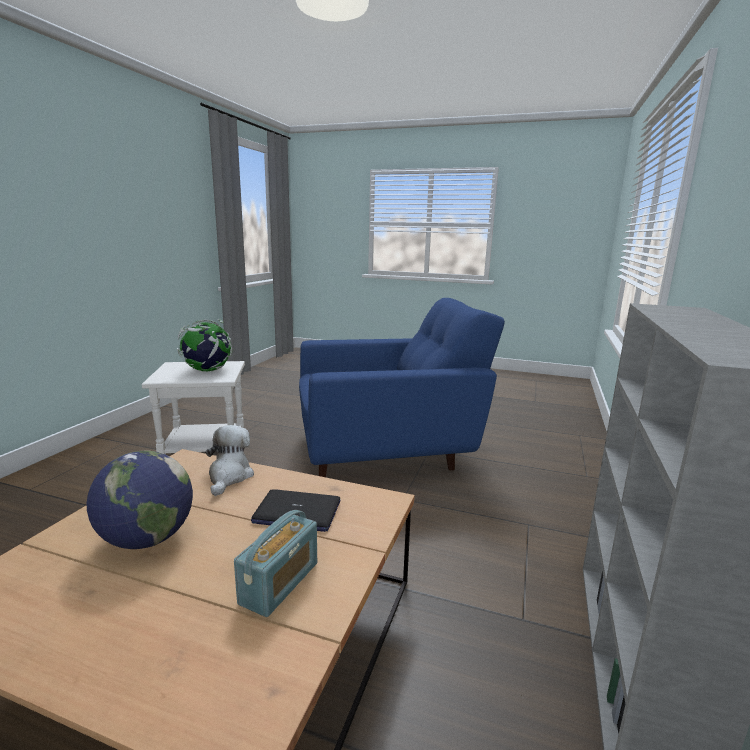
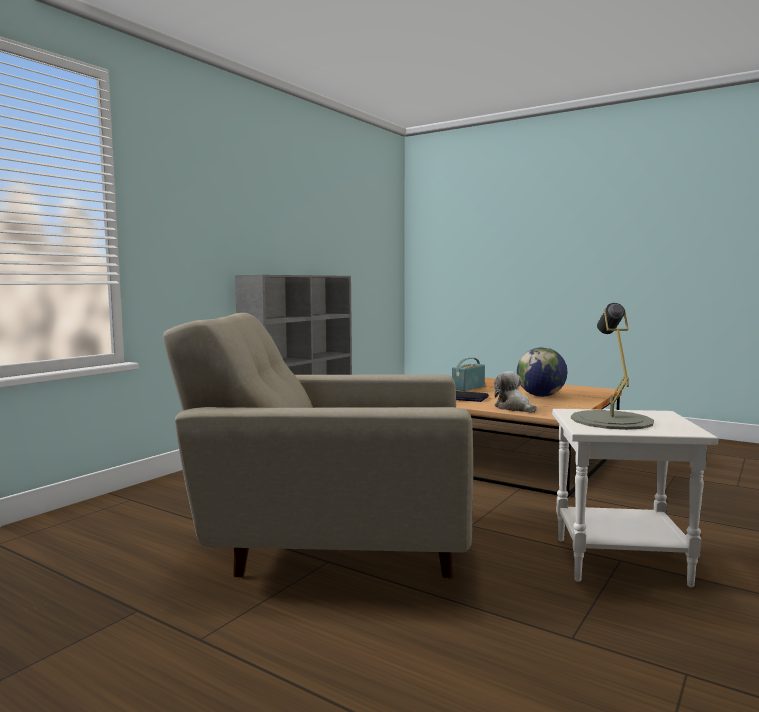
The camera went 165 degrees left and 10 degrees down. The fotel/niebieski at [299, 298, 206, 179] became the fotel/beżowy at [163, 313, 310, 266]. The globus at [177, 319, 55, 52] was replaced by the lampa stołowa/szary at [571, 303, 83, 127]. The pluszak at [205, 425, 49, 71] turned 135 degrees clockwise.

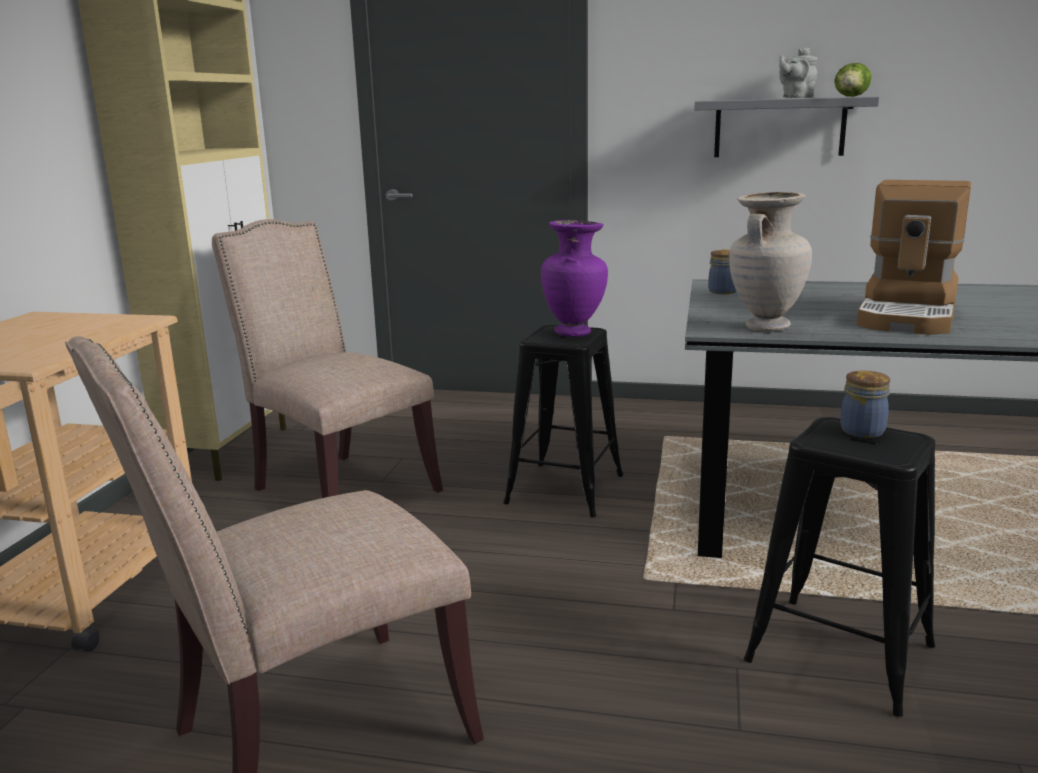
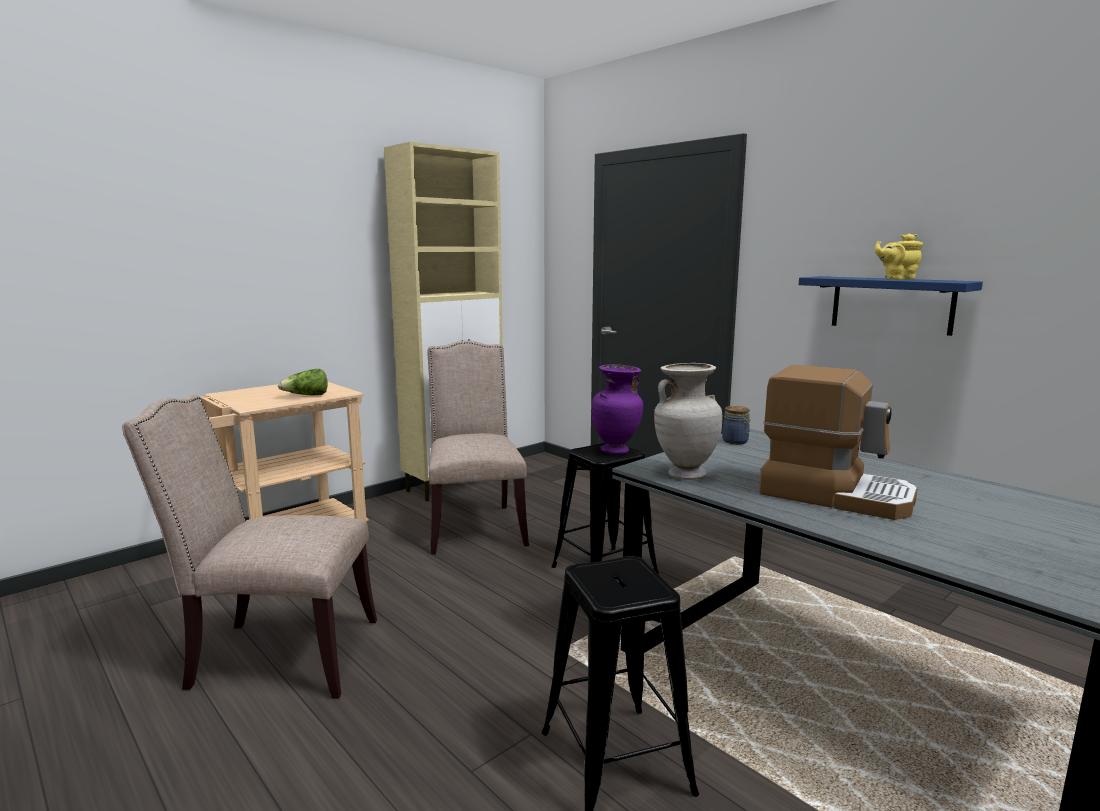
The camera went 35 degrees right and 5 degrees down. The imbryk/szary at [779, 47, 38, 51] became the imbryk/żółty at [874, 233, 49, 47]. The sałata moved from [834, 63, 38, 34] to [278, 369, 50, 26]. The półka/szary at [694, 97, 185, 60] became the półka/niebieski at [799, 276, 184, 60]. The ekspres do kawy at [857, 180, 114, 155] turned 120 degrees counterclockwise. The słoik at [840, 371, 50, 67] disappeared.

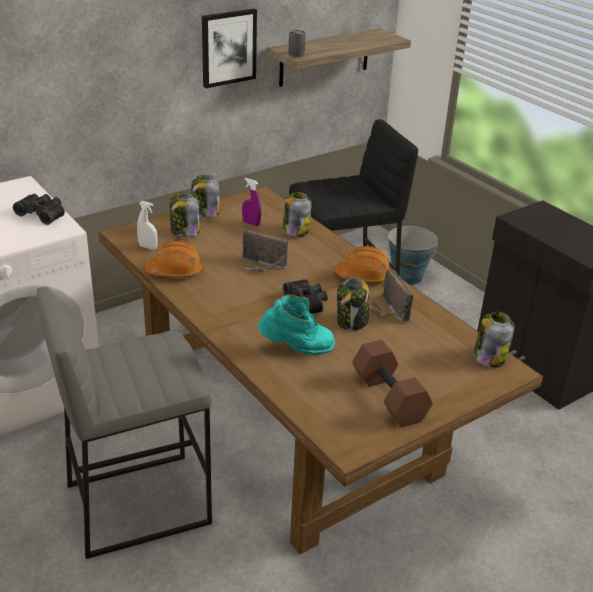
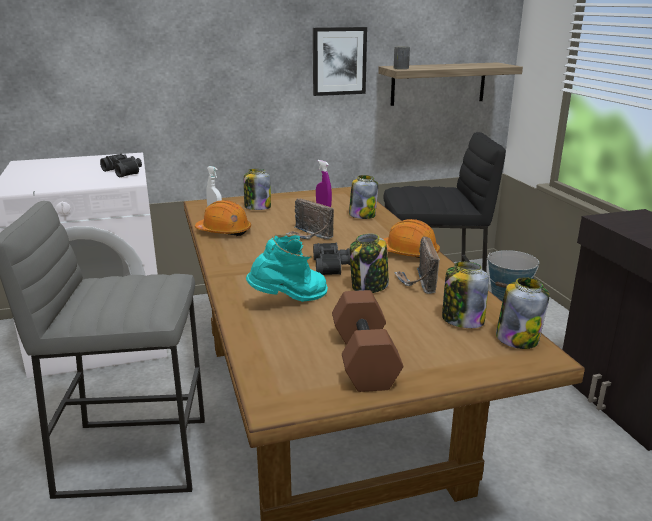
The camera went 20 degrees right and 10 degrees down. The słoik moved from [191, 175, 28, 43] to [442, 261, 47, 67]. The but z cholewką/turkusowy at [258, 294, 77, 61] turned 45 degrees counterclockwise.

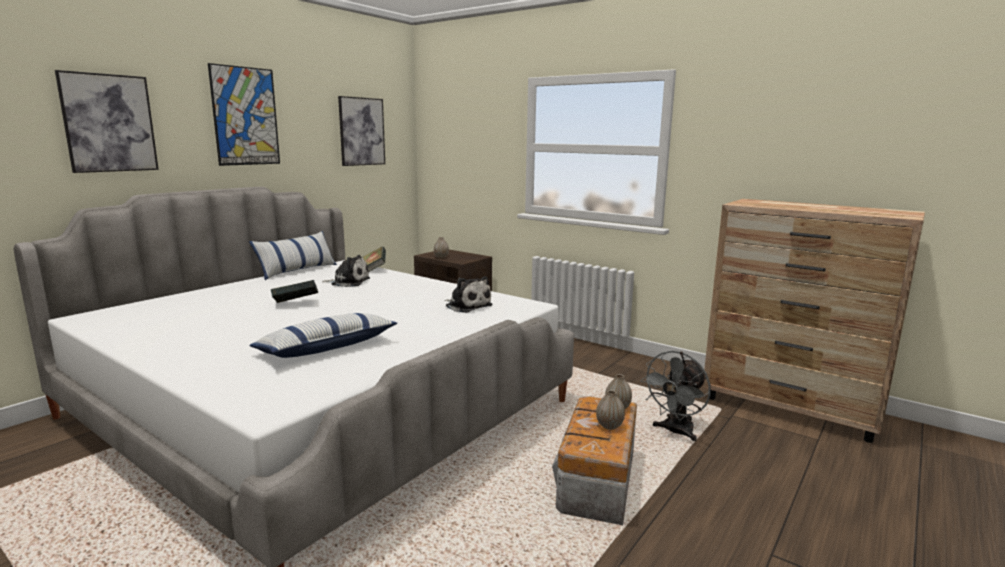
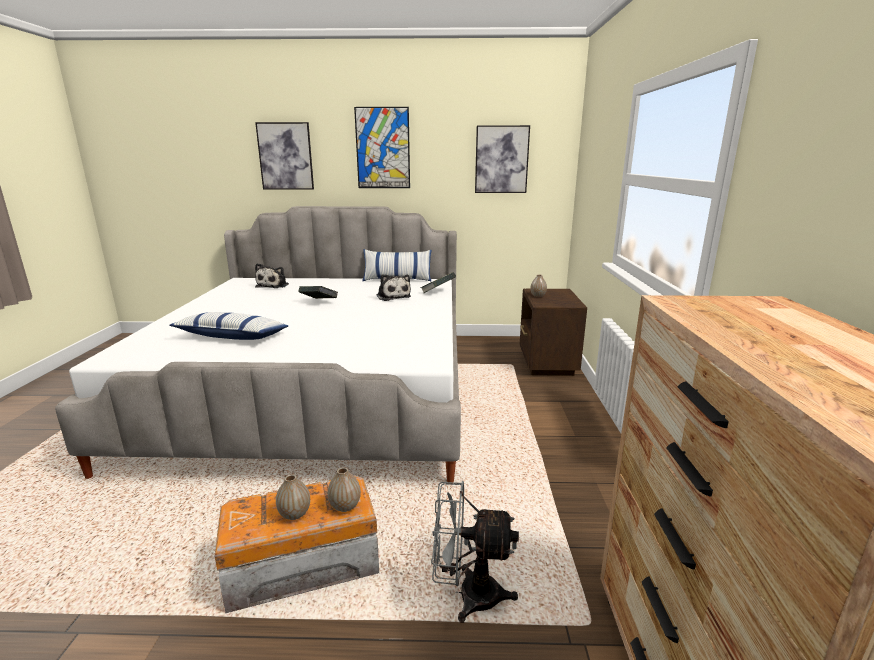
The camera went 55 degrees right and 5 degrees up. The pluszak moved from [445, 276, 48, 37] to [255, 263, 34, 25].

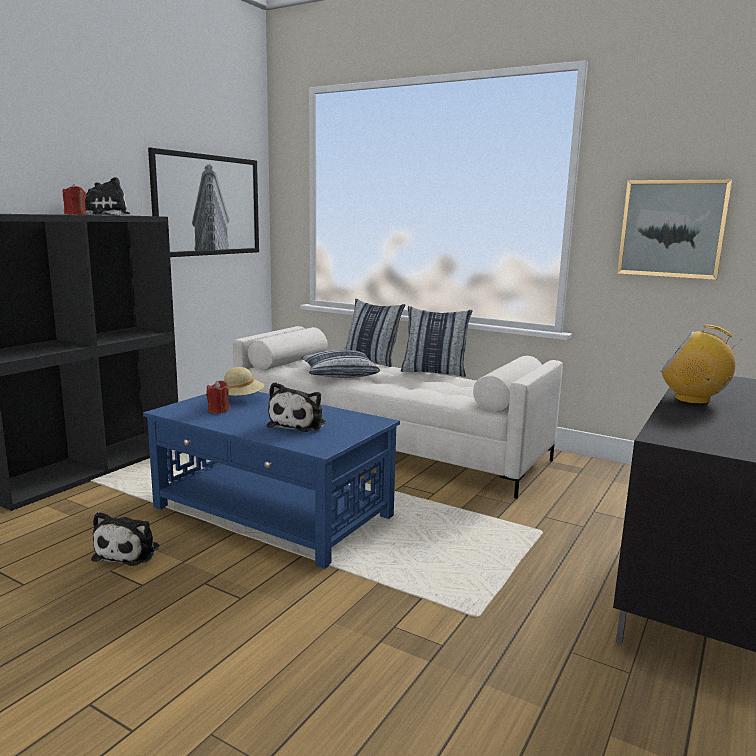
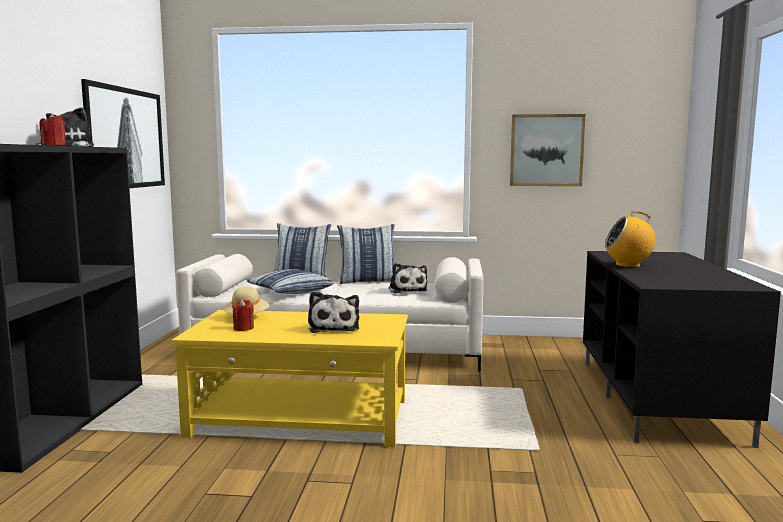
The camera went 25 degrees left and 5 degrees down. The ława/niebieski at [143, 392, 257, 177] became the ława/żółty at [172, 310, 236, 137]. The pluszak moved from [91, 512, 68, 54] to [389, 263, 38, 30].

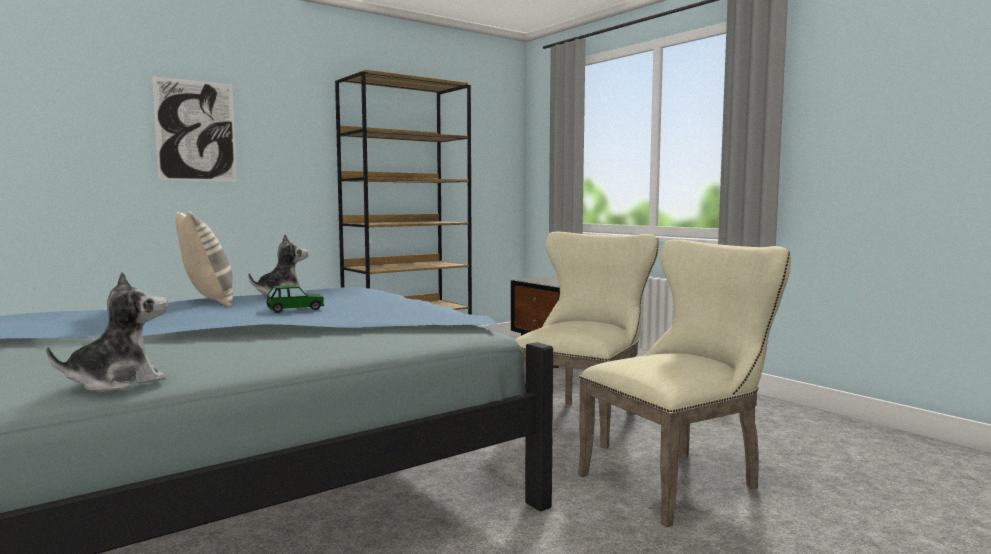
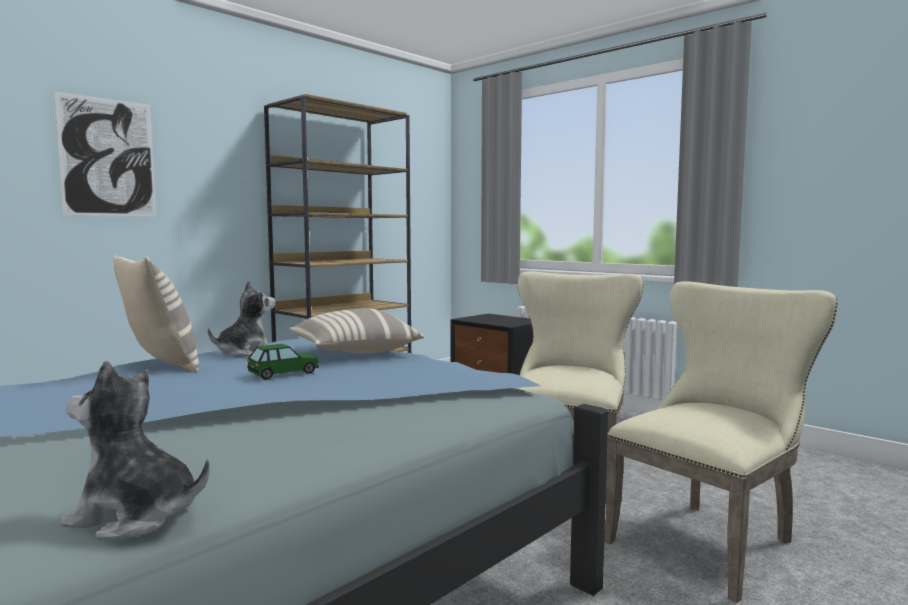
The camera went 10 degrees left and 0 degrees up. The pluszak at [46, 272, 122, 120] turned 120 degrees counterclockwise. The poduszka at [289, 308, 135, 46] appeared.

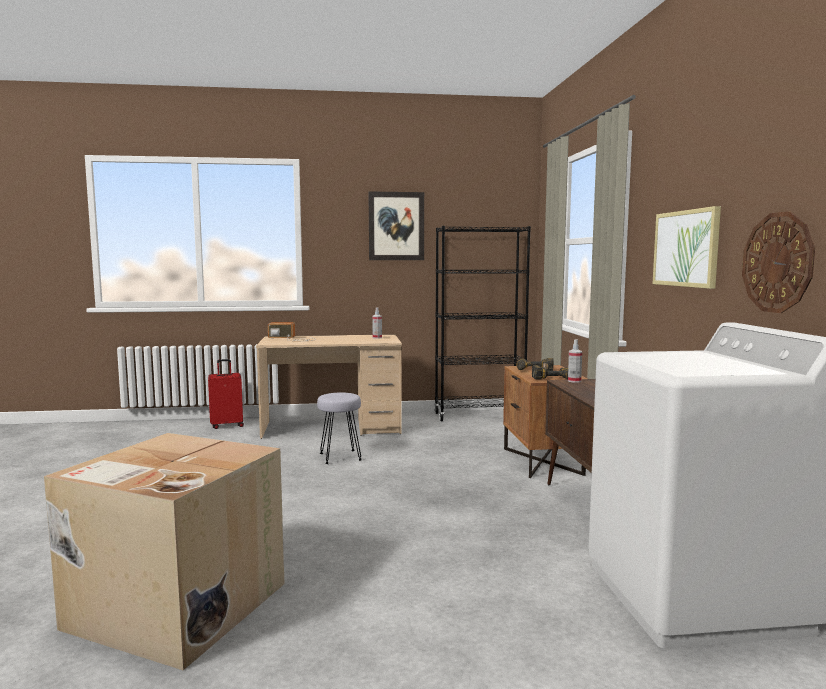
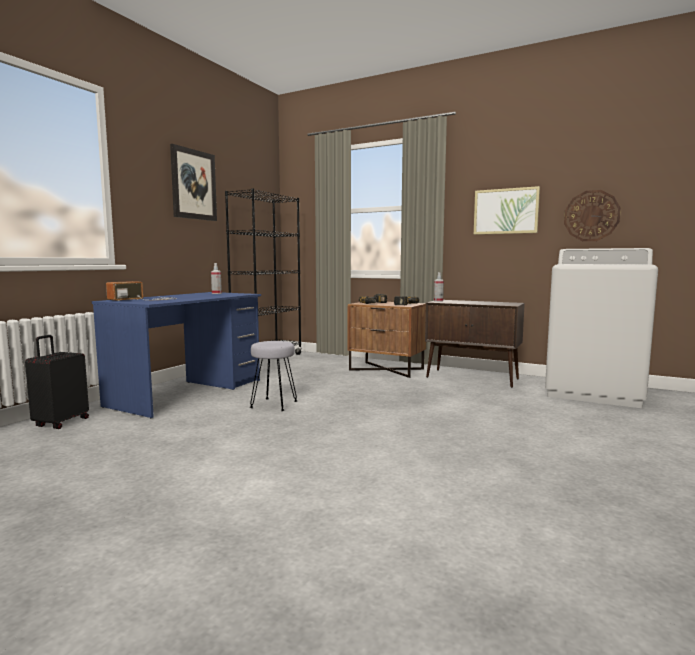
The camera went 55 degrees left and 0 degrees up. The biurko/beżowy at [256, 334, 146, 105] became the biurko/niebieski at [92, 292, 169, 127]. The walizka/czerwony at [208, 359, 36, 70] became the walizka/czarny at [25, 335, 64, 94]. The karton at [44, 433, 240, 237] disappeared.

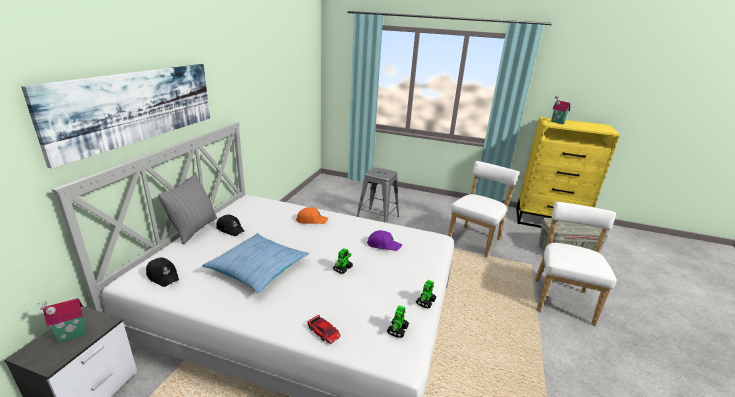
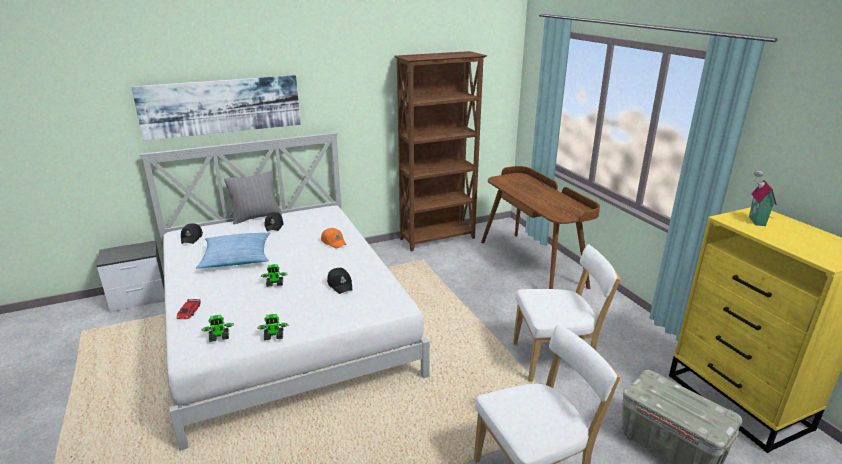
The camera went 50 degrees right and 0 degrees up. The stołek/szary at [357, 167, 42, 56] disappeared. The czapka z daszkiem/fioletowy at [367, 230, 35, 21] became the czapka z daszkiem/czarny at [327, 268, 25, 26]. The domek at [38, 298, 49, 45] disappeared. The regał/brązowy at [394, 51, 93, 200] appeared. The biurko/brązowy at [481, 166, 119, 123] appeared.

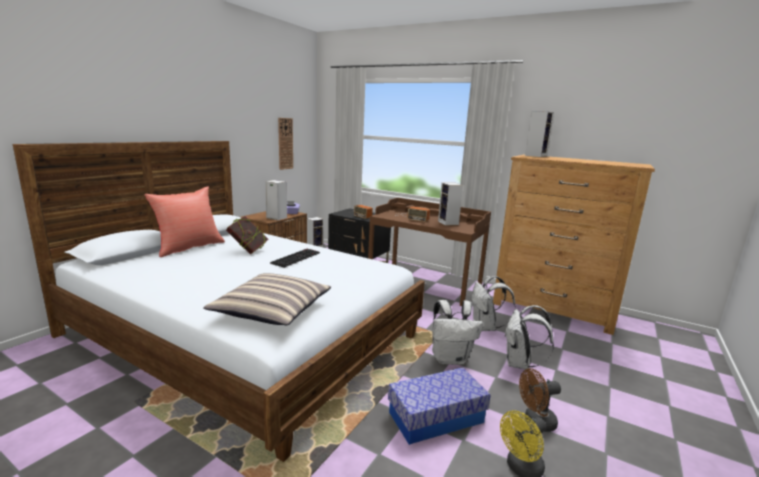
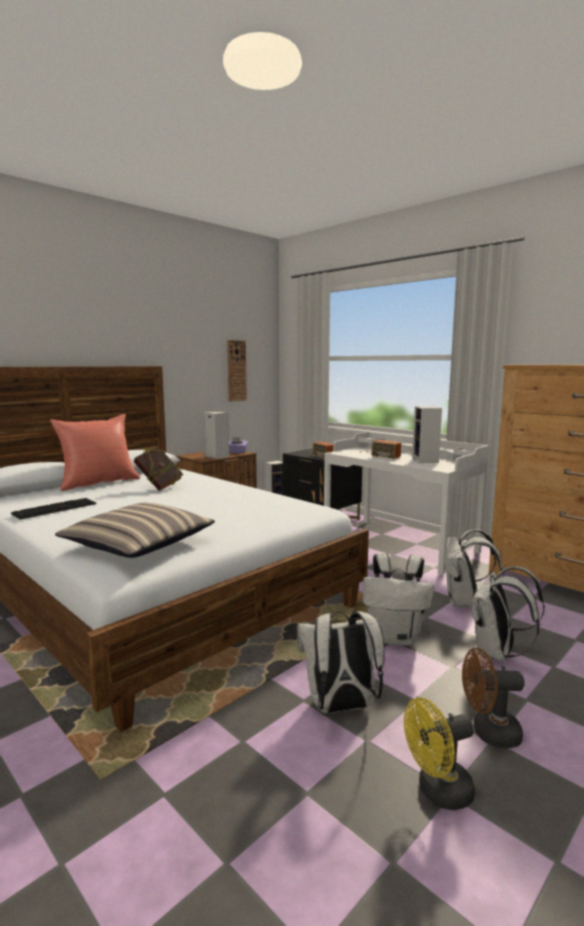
The camera went 15 degrees right and 5 degrees down. The głośnik at [525, 111, 29, 46] disappeared. The biurko/brązowy at [368, 198, 123, 108] became the biurko/biały at [324, 432, 165, 143]. The klawiatura moved from [270, 249, 50, 19] to [11, 498, 85, 22]. The pojemnik do przechowywania at [388, 368, 103, 77] was replaced by the plecak/biały at [297, 611, 88, 102].

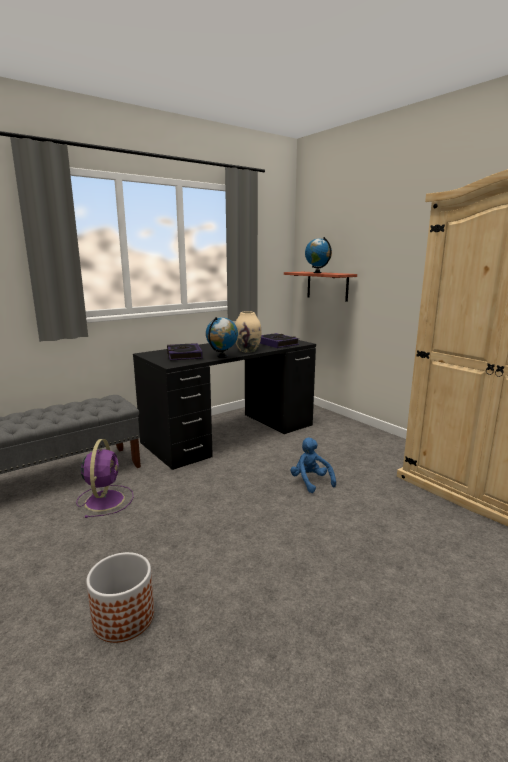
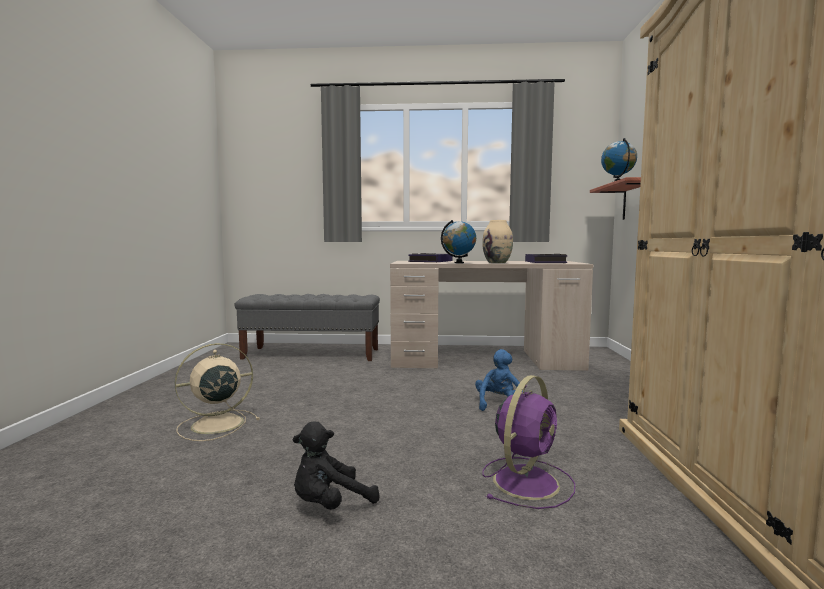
The camera went 40 degrees right and 10 degrees down. The biurko/czarny at [133, 340, 183, 130] became the biurko/beżowy at [390, 261, 204, 110]. The wentylator/fioletowy moved from [76, 439, 57, 79] to [482, 375, 93, 134]. The donica at [86, 552, 68, 91] was replaced by the wentylator/beżowy at [175, 343, 85, 98]. The pluszak/czarny at [293, 422, 87, 88] appeared.

